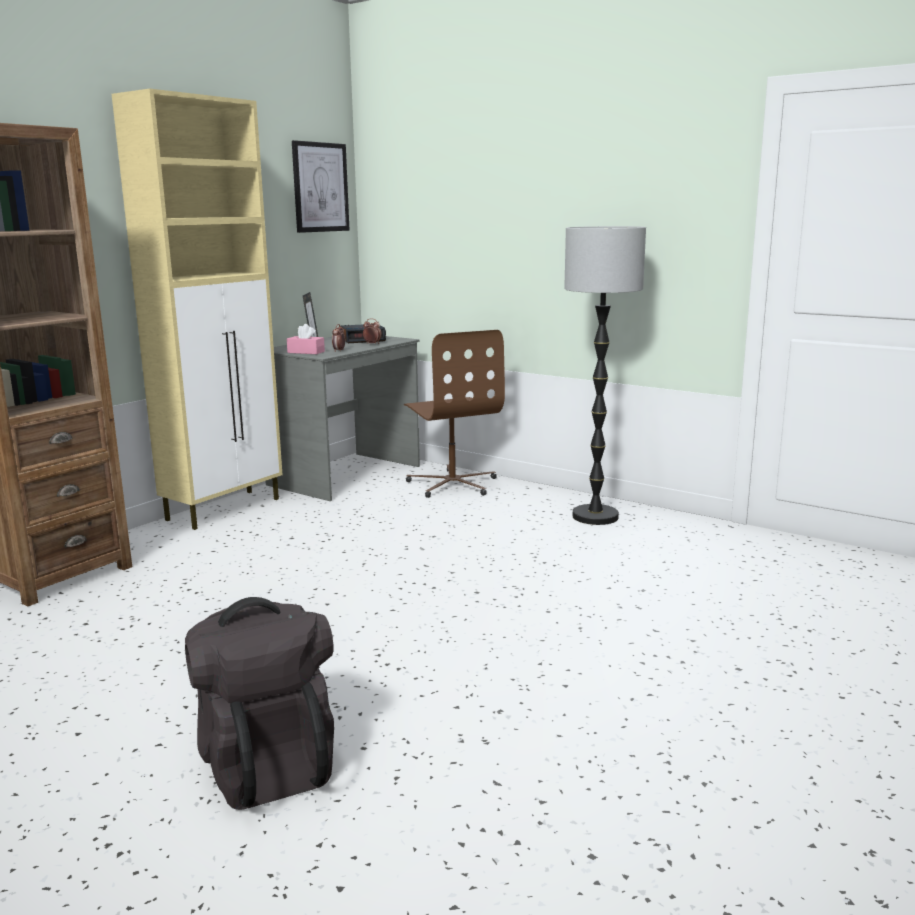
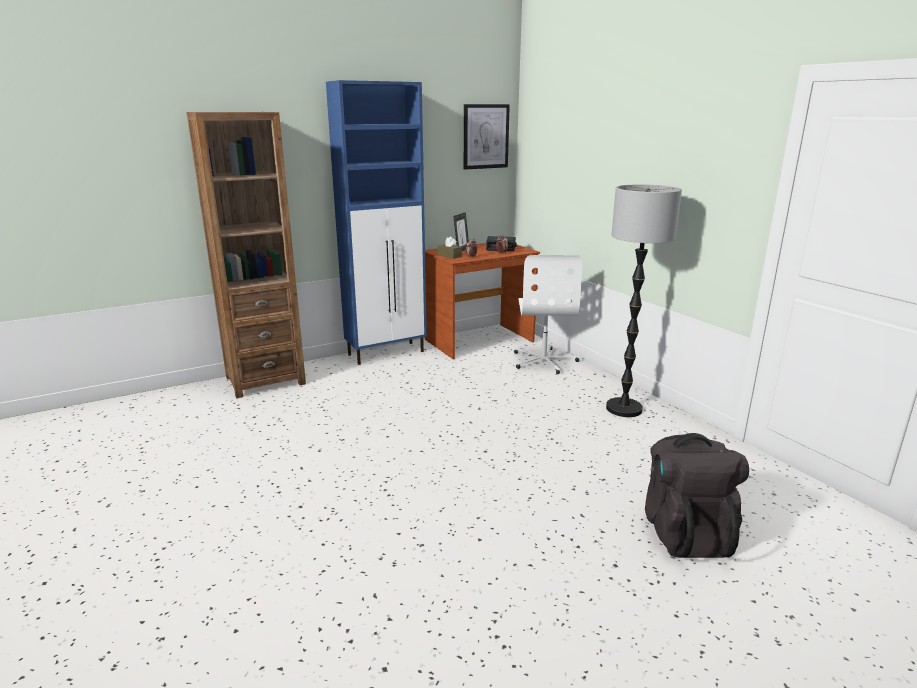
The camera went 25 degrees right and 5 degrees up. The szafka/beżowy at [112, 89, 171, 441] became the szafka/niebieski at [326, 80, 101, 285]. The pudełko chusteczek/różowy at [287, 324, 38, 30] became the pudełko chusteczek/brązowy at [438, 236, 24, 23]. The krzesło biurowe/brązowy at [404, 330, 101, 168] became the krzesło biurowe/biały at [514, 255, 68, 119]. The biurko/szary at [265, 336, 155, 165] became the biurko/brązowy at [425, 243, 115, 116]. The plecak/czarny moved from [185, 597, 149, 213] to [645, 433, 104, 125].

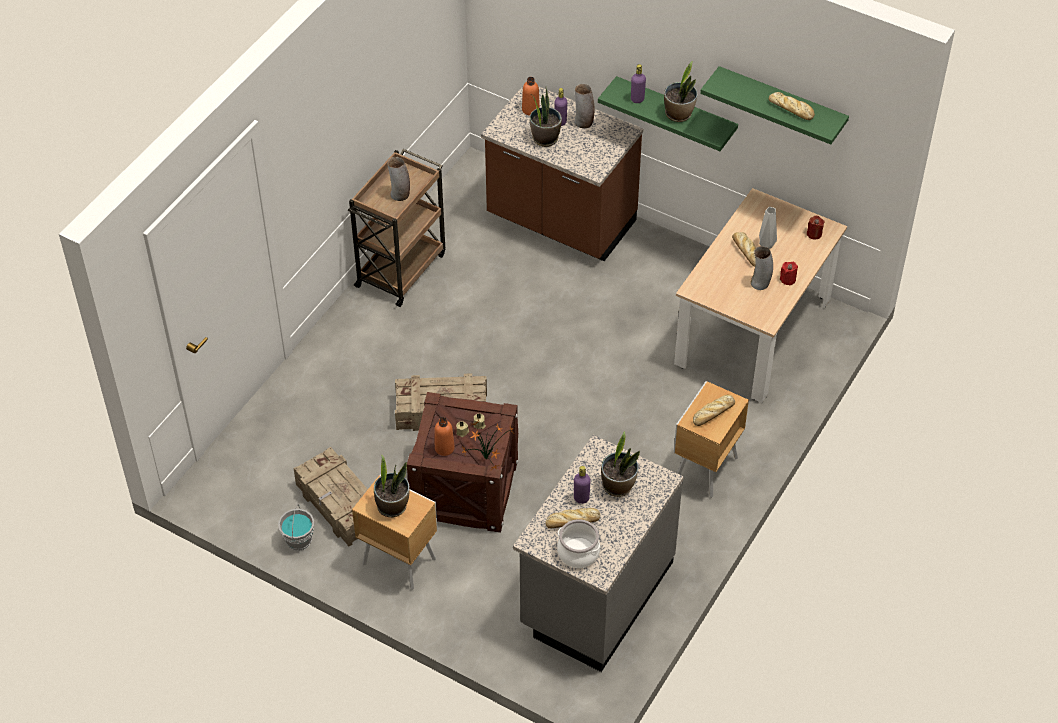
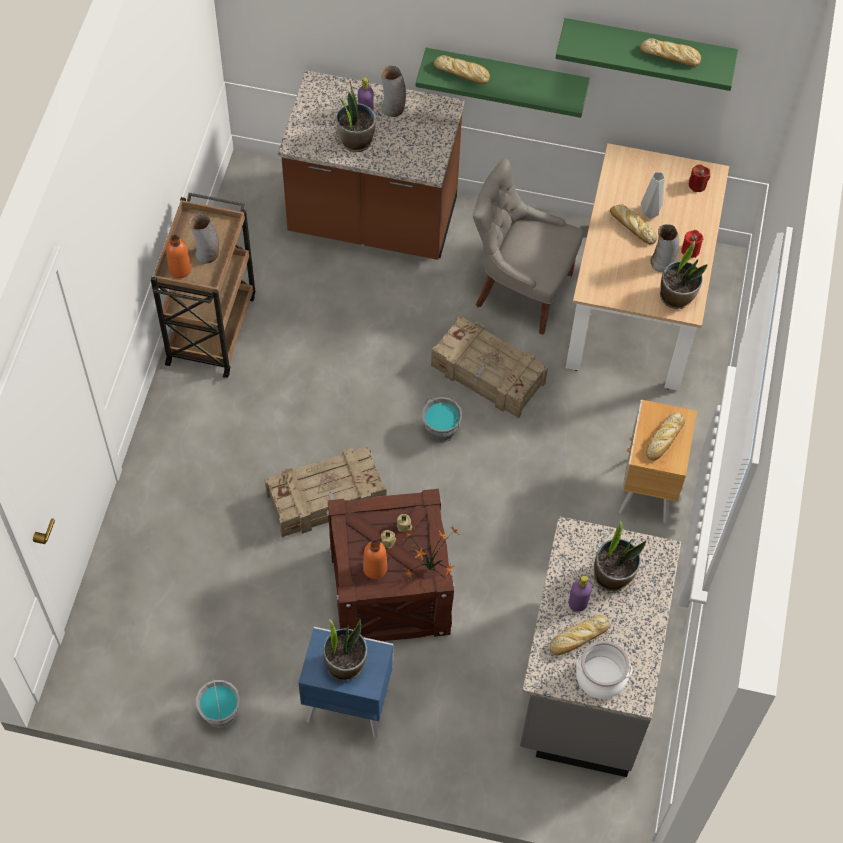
The camera went 20 degrees left and 10 degrees up. The roślina doniczkowa moved from [664, 62, 33, 60] to [660, 240, 48, 69]. The butelka/fioletowy at [631, 64, 15, 39] was replaced by the chleb at [434, 55, 56, 29]. The butelka/pomarańczowy moved from [522, 77, 18, 39] to [166, 235, 25, 43]. The skrzynka moved from [293, 447, 75, 100] to [431, 316, 117, 102]. The szafka nocna/brązowy at [352, 475, 86, 115] became the szafka nocna/niebieski at [298, 627, 95, 112]. The krzesło/szary at [473, 158, 110, 177] appeared. The wiadro/szary at [422, 397, 40, 46] appeared.

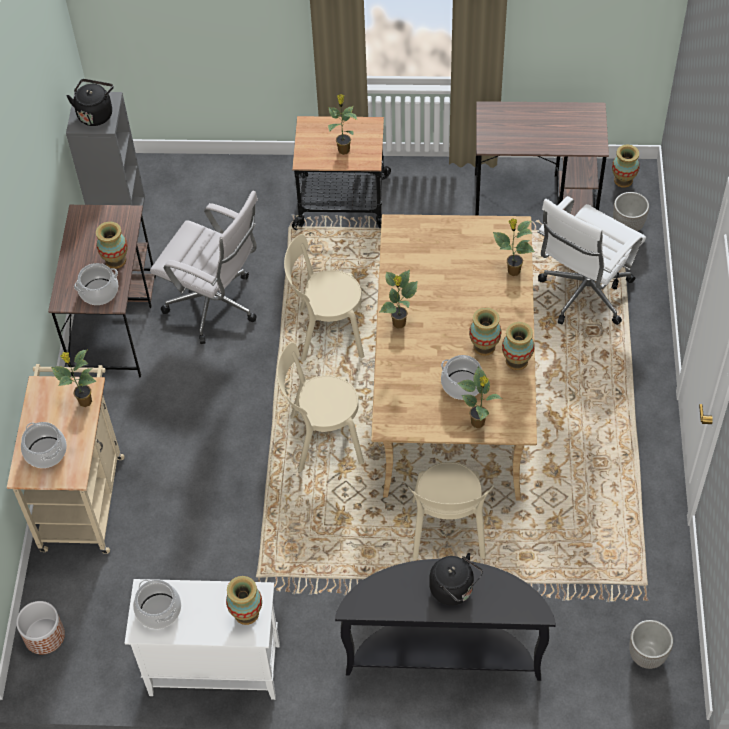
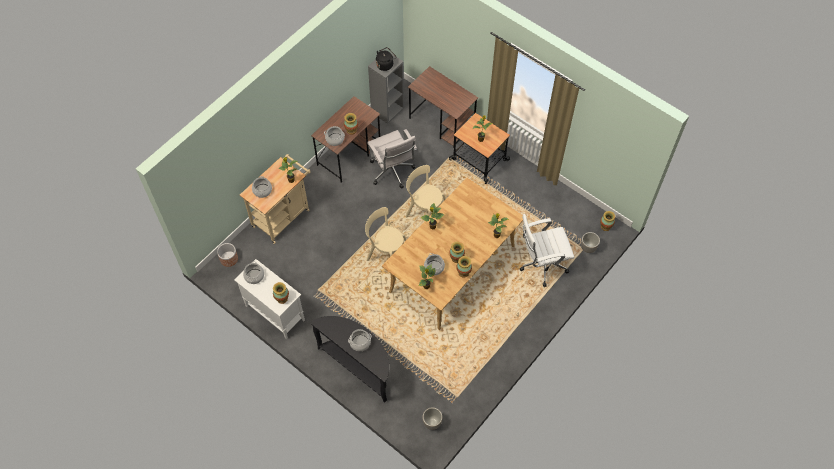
The camera went 35 degrees right and 5 degrees up. The biurko/brązowy moved from [475, 101, 134, 115] to [408, 66, 70, 80]. The krzesło/beżowy at [408, 462, 86, 97] disappeared. The czajnik/czarny at [429, 553, 54, 53] was replaced by the garnek at [348, 329, 24, 22].

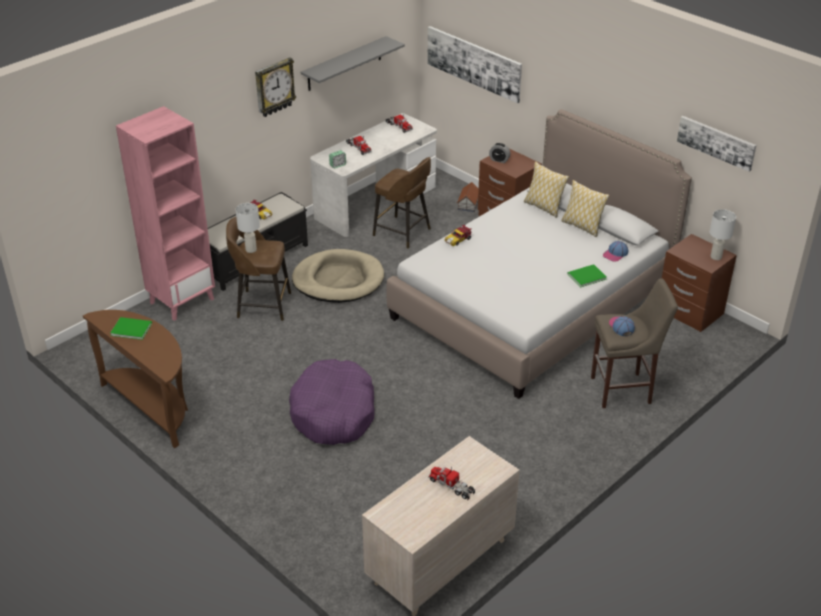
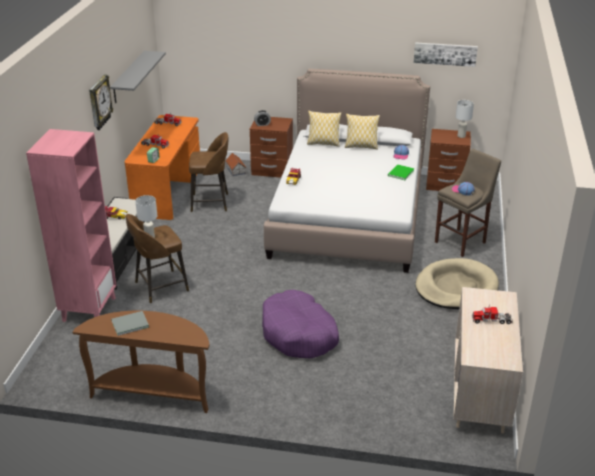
The camera went 35 degrees left and 5 degrees down. The obraz at [427, 26, 95, 77] disappeared. The biurko/biały at [310, 113, 127, 124] became the biurko/pomarańczowy at [124, 115, 76, 105]. The legowisko/beżowy moved from [292, 249, 92, 54] to [416, 258, 83, 51]. The książka/zielony at [110, 317, 42, 23] became the książka/szary at [111, 311, 38, 25].

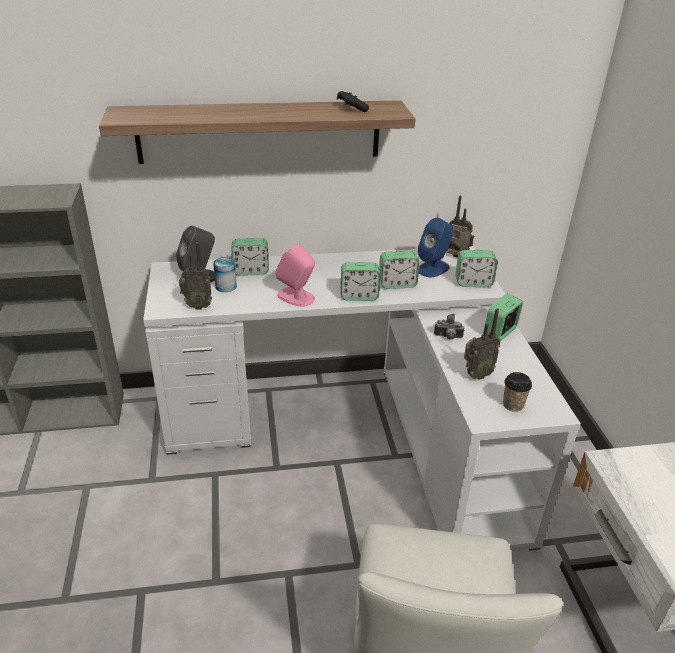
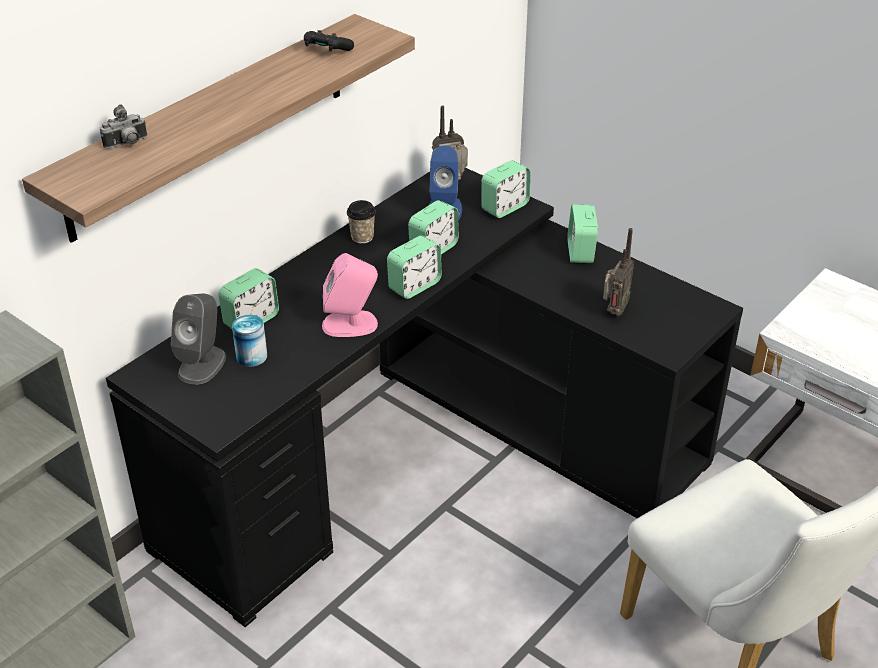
The camera went 40 degrees left and 5 degrees up. The radio at [179, 242, 33, 68] disappeared. The biurko/biały at [143, 246, 438, 305] became the biurko/czarny at [106, 168, 637, 459]. The aparat fotograficzny moved from [434, 314, 30, 26] to [100, 104, 47, 44]. The filiżanka moved from [503, 372, 29, 40] to [347, 200, 29, 44].

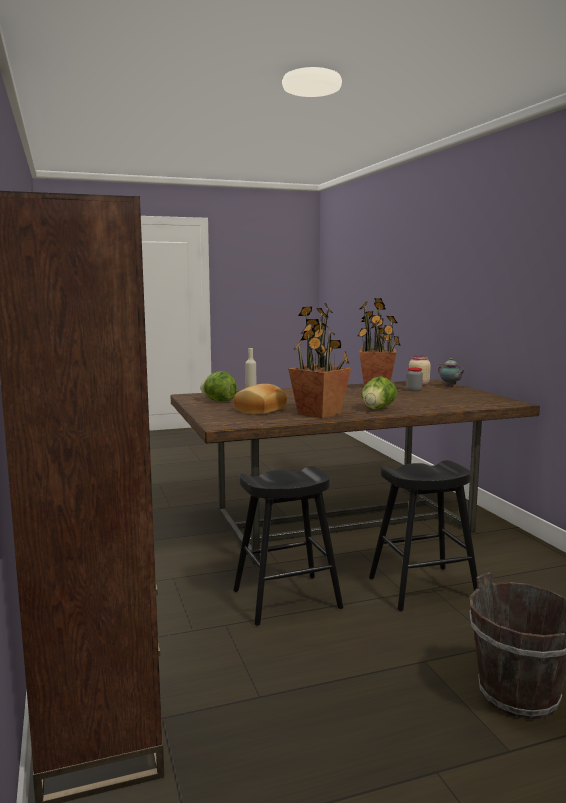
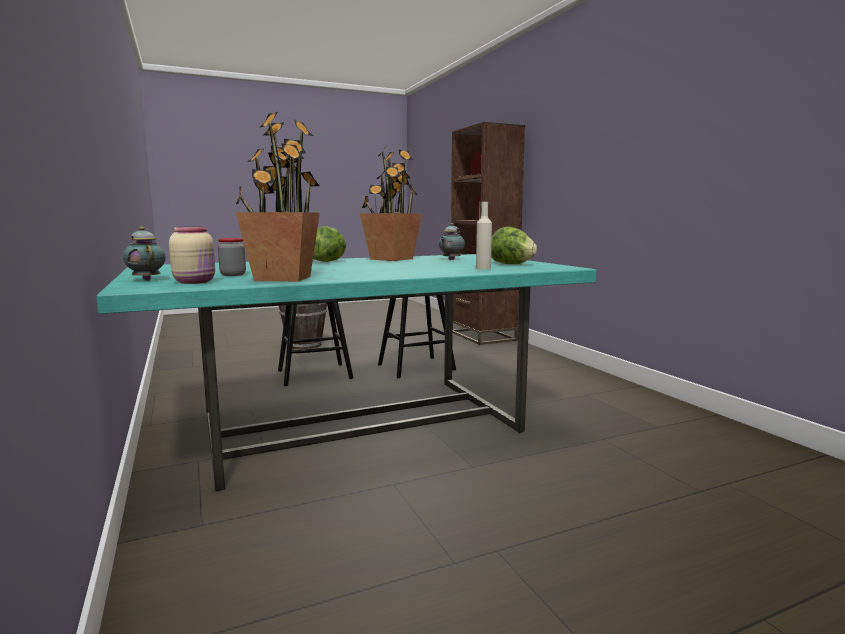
The camera went 175 degrees right and 0 degrees up. The stół jadalny/brązowy at [171, 379, 369, 186] became the stół jadalny/turkusowy at [96, 254, 500, 237]. The chleb at [234, 384, 53, 31] was replaced by the imbryk at [439, 223, 26, 37].

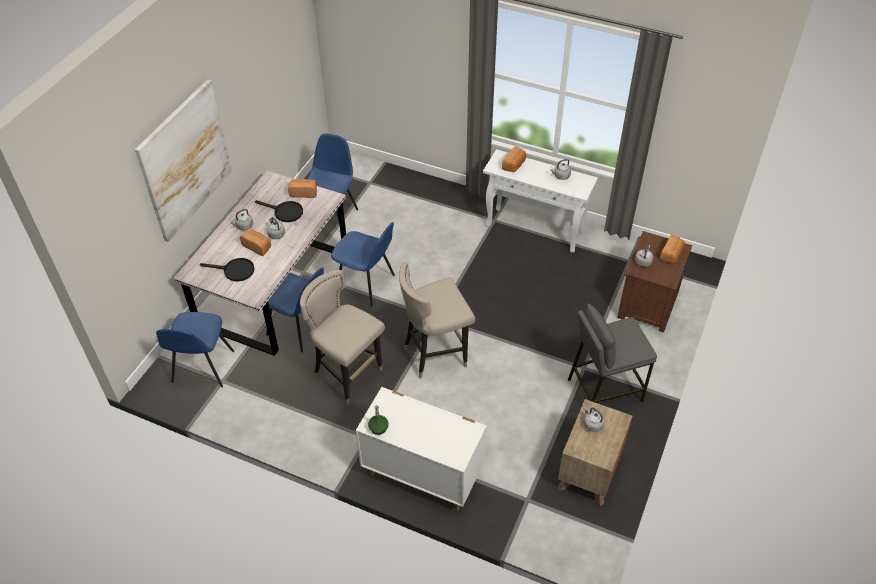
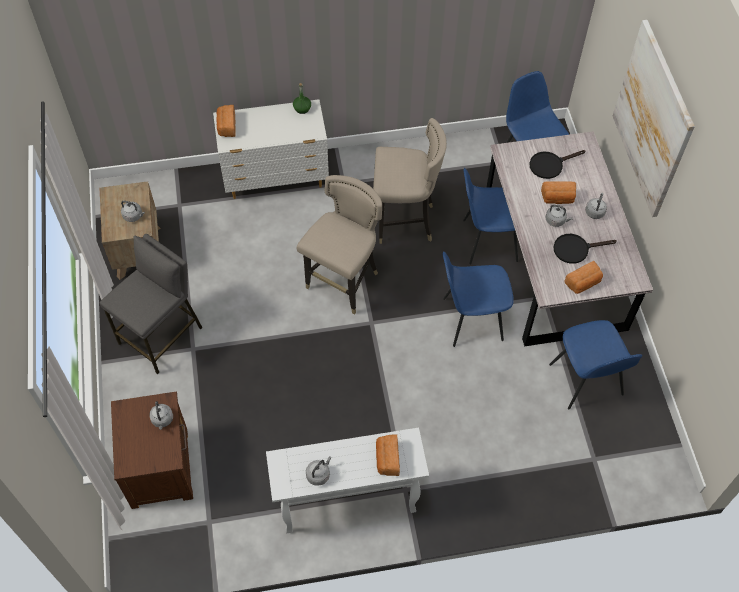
The camera went 145 degrees right and 10 degrees up. The chleb moved from [660, 235, 25, 29] to [216, 105, 20, 32].

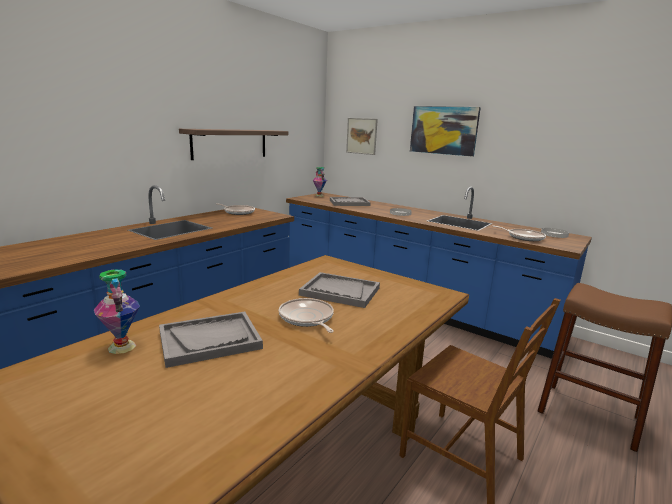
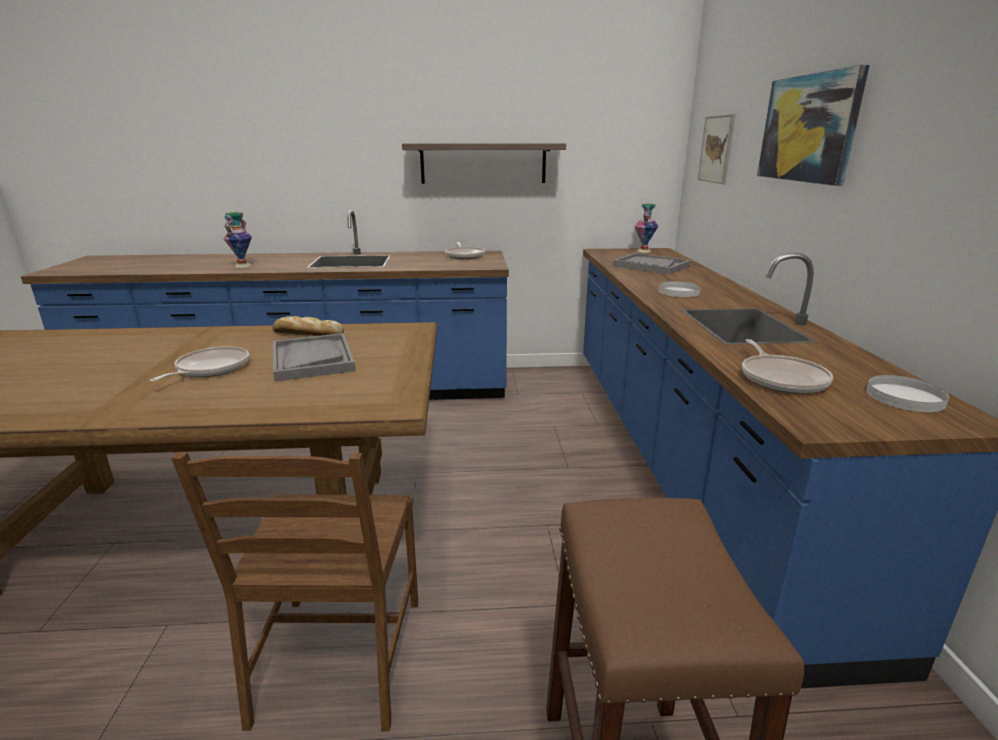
The camera went 50 degrees right and 5 degrees up. The wazon moved from [94, 269, 46, 85] to [224, 212, 28, 56]. The taca/szary at [159, 312, 104, 56] disappeared. The chleb at [272, 316, 72, 20] appeared.

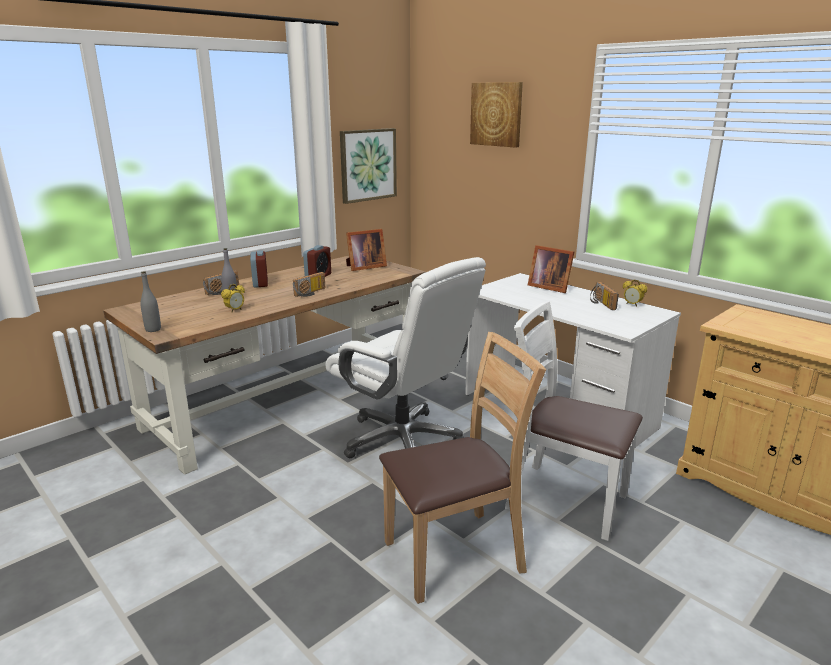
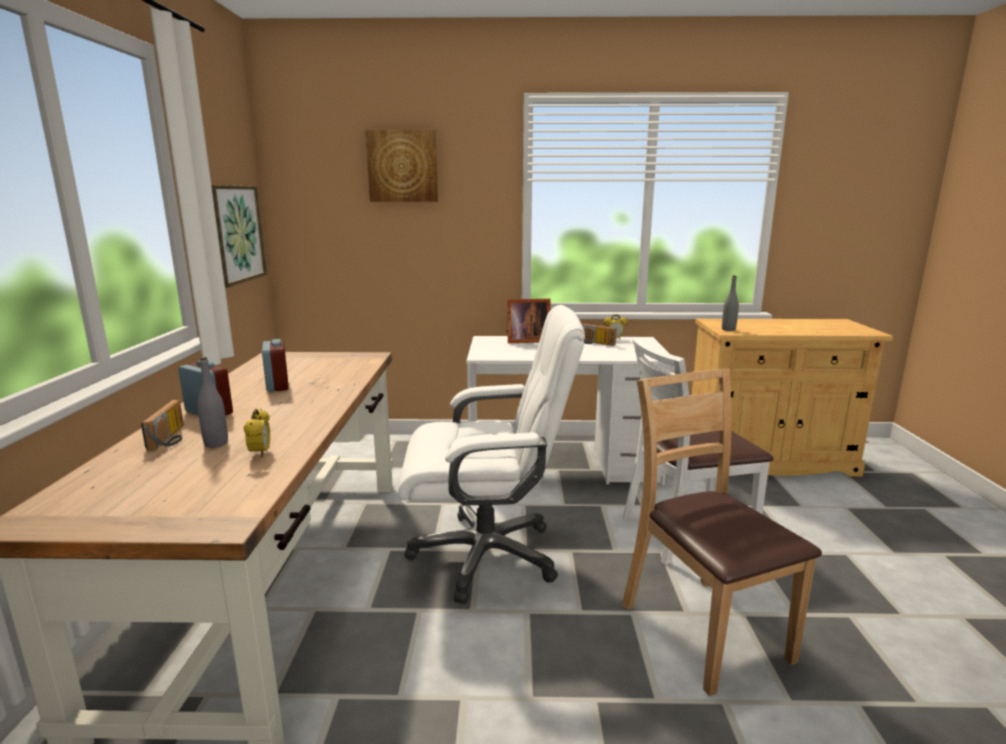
The camera went 45 degrees left and 5 degrees down. The ramka na zdjęcie at [346, 229, 41, 42] disappeared. The butelka/szary moved from [140, 271, 21, 61] to [722, 276, 17, 55]. The radio at [293, 272, 32, 25] disappeared. The krzesło/brązowy at [379, 332, 167, 272] turned 45 degrees counterclockwise.

